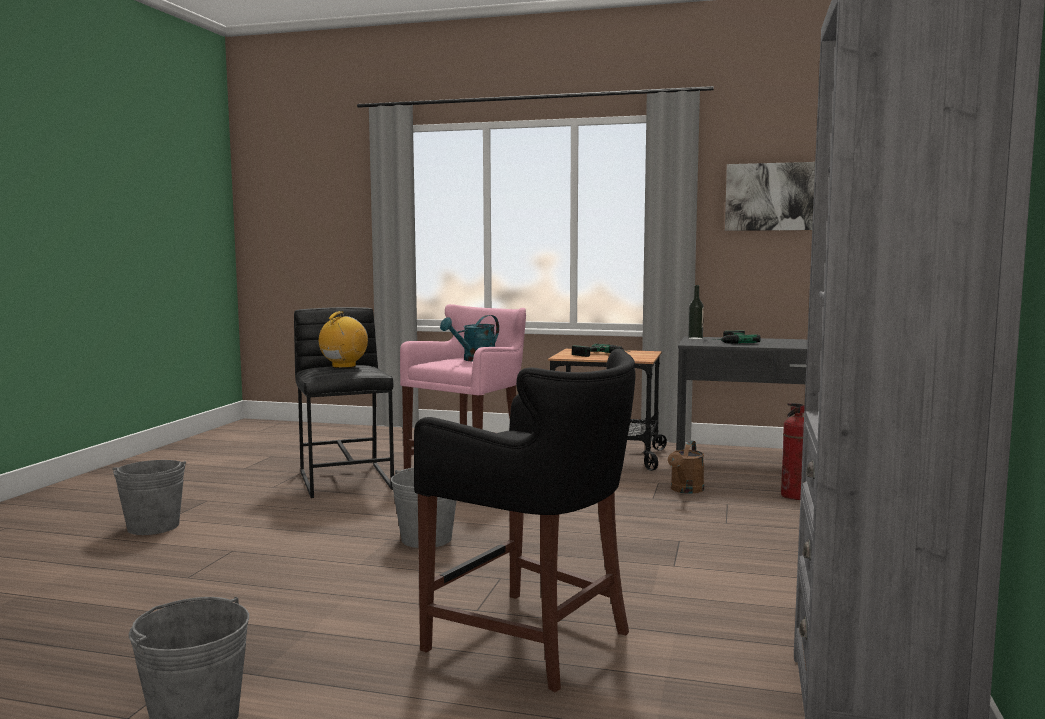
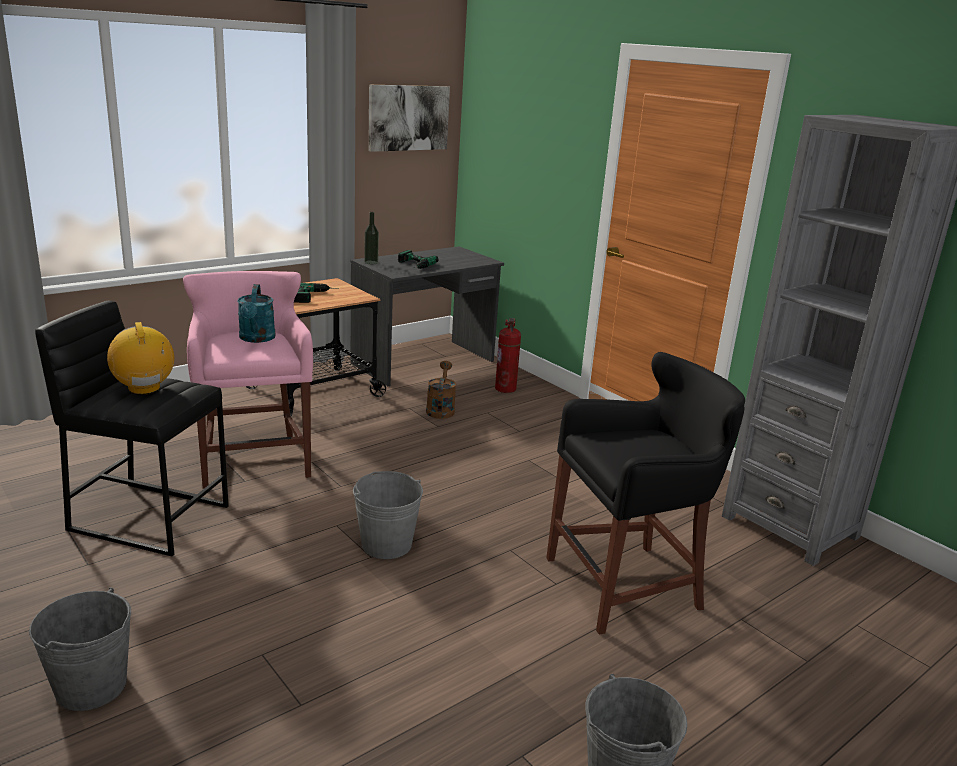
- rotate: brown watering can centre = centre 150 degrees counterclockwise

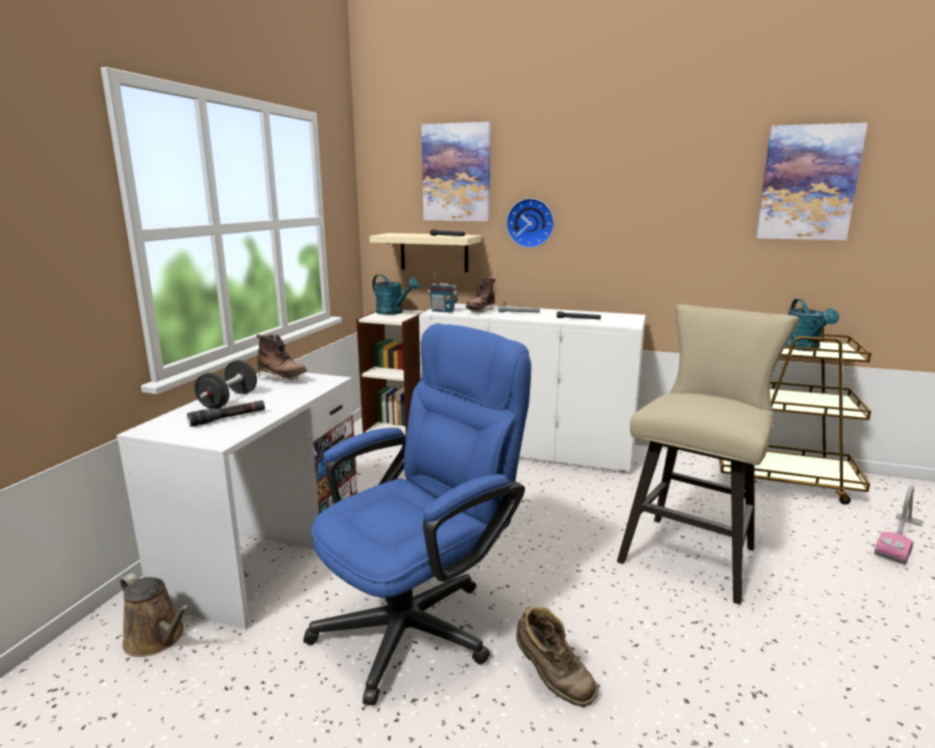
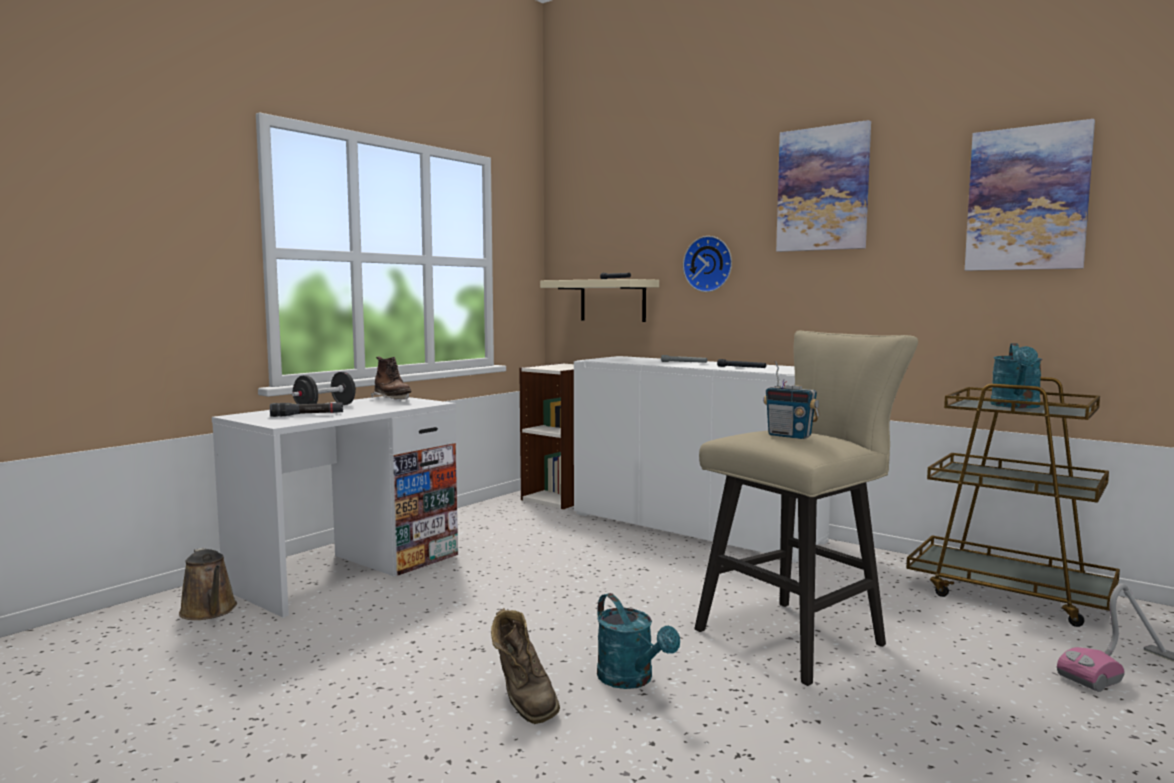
- delete: blue office chair bottom centre
- delete: brown boot (2nd from left) centre
- move: turquoise watering can (1st from left) centre to bottom centre
- move: picture (1st from left) top centre to top right
- move: radio centre to middle right

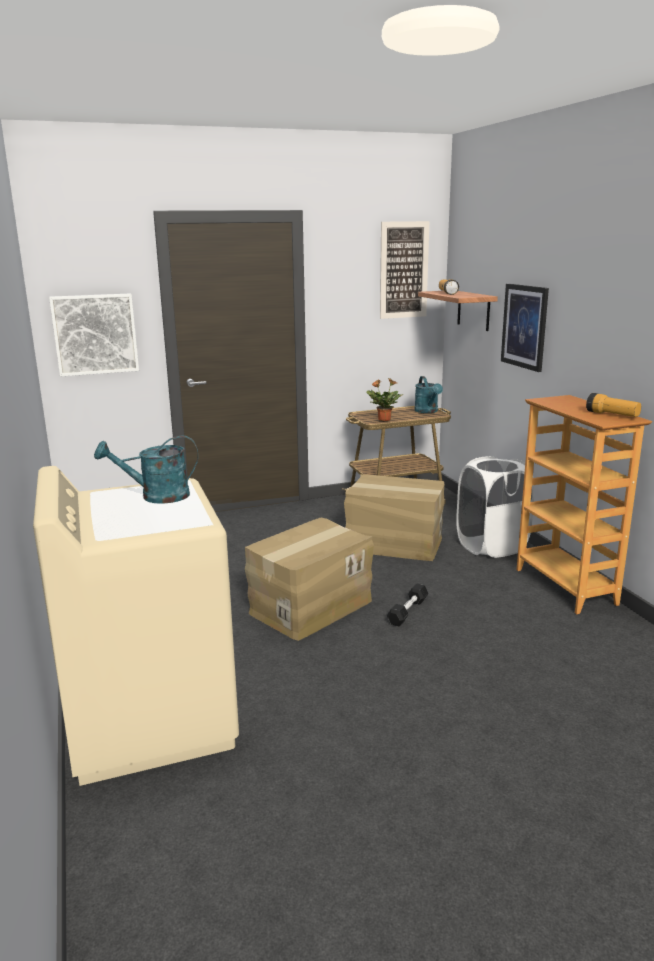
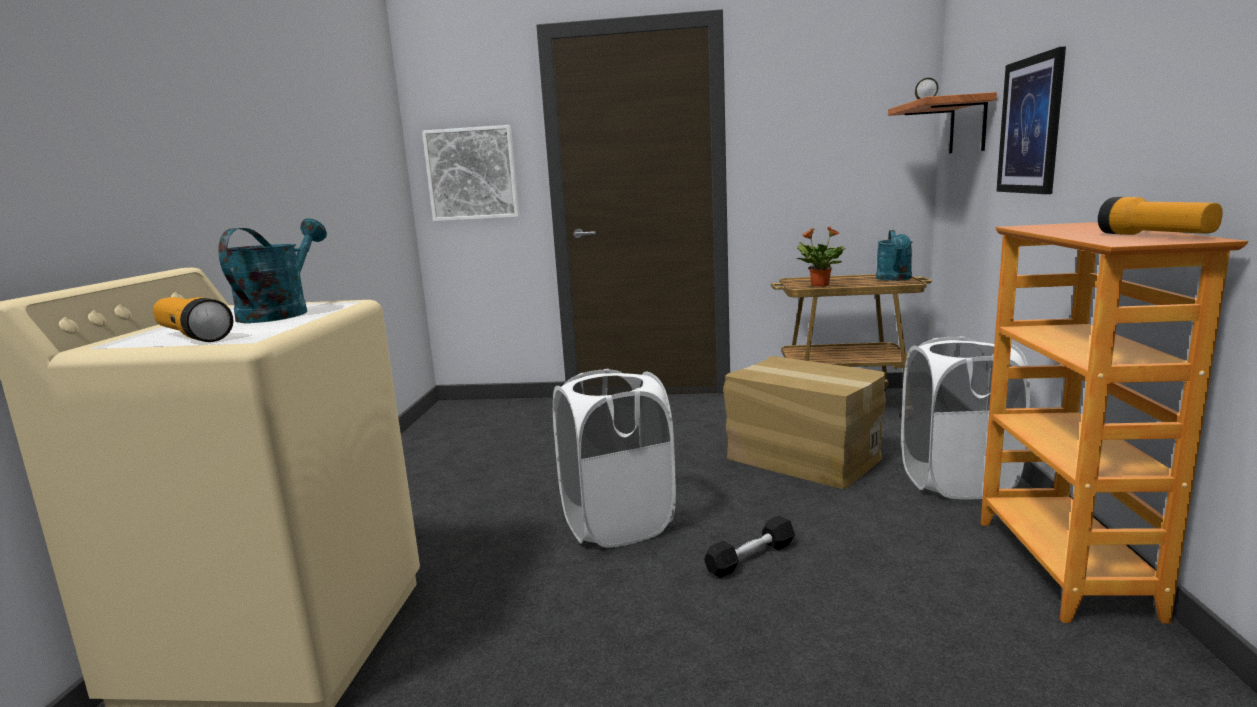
- delete: picture (2nd from left) top centre
- insert: flashlight (1st from left) middle left
- replace: cardboard box (1st from left) centre to white laundry basket (1st from left) centre
- rotate: turquoise watering can (1st from left) middle left = middle left 90 degrees clockwise

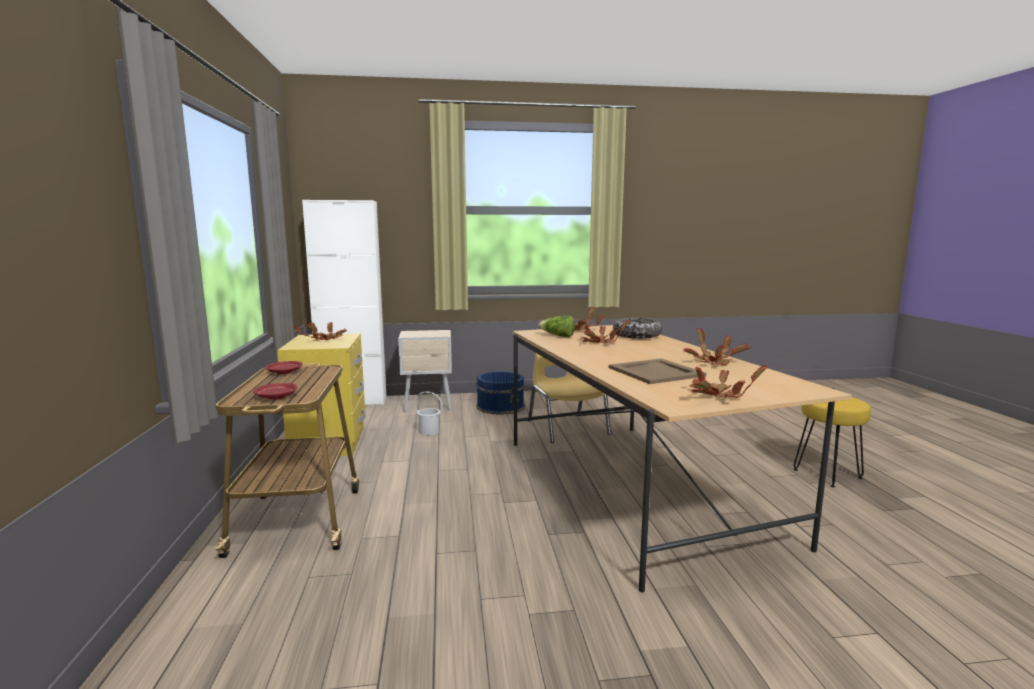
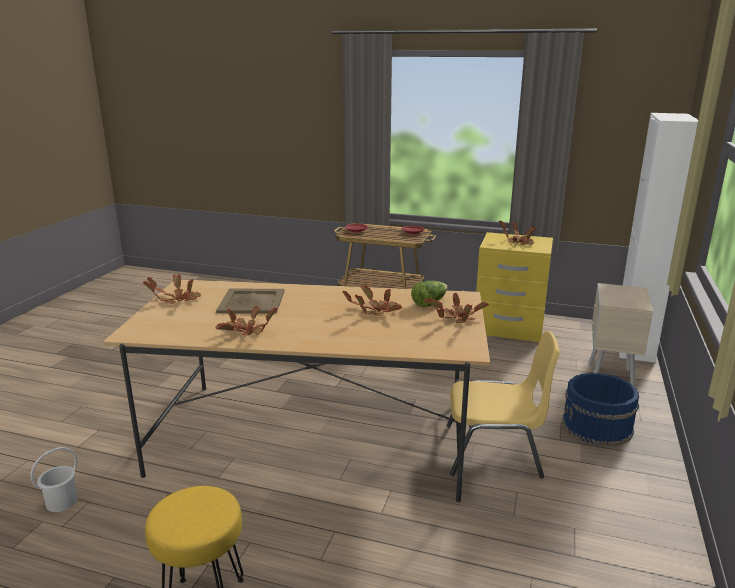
- delete: bowl centre
- move: white bucket centre to bottom left

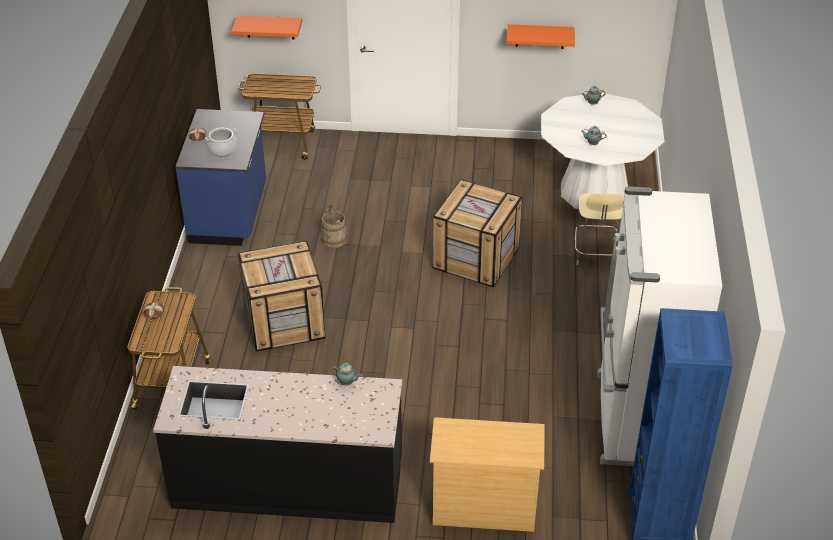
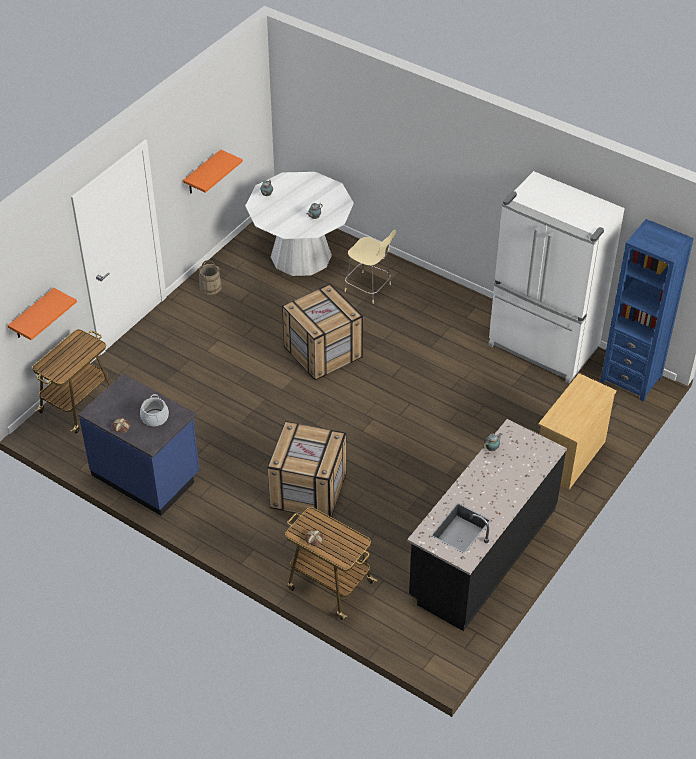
- move: beige bucket centre to middle left

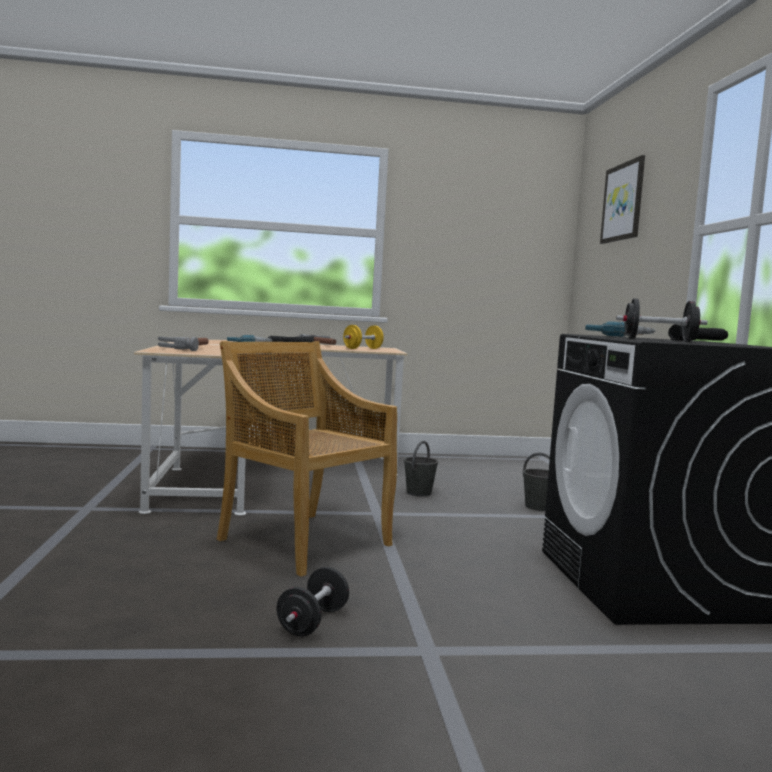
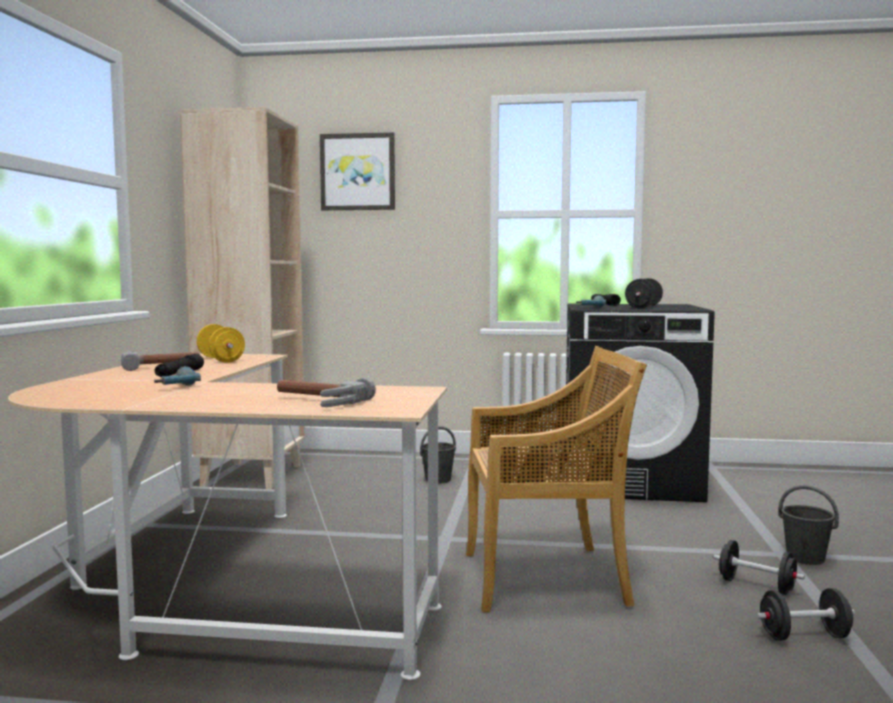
- insert: beige bookcase middle left
- insert: black dumbbell (3rd from left) bottom right
- move: grey bucket (1st from left in the first image) centre to grey bucket (2nd from left) bottom right
- rotate: beige chair centre = bottom centre 150 degrees counterclockwise

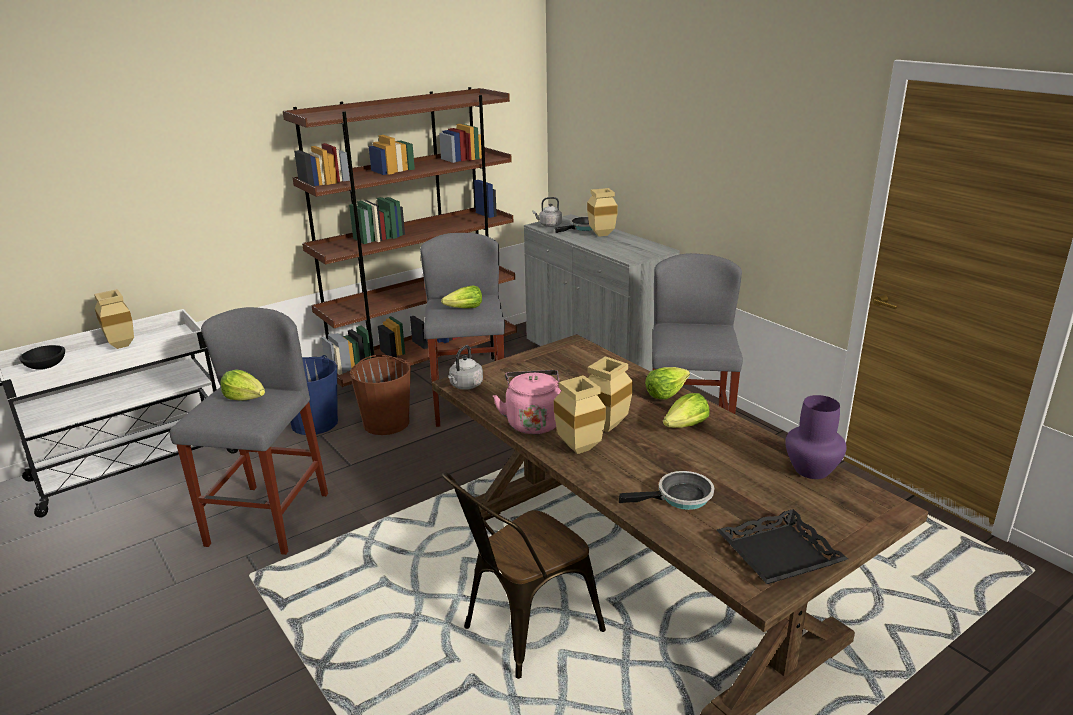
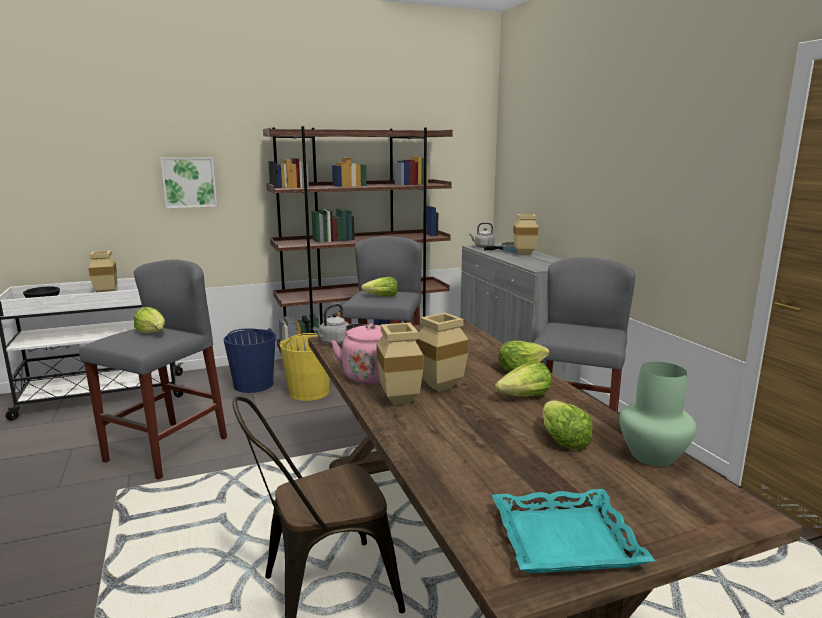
- delete: frying pan (2nd from left) bottom centre
- insert: picture top left
- insert: lettuce (5th from left) bottom right
- recolor: brown bucket centre to yellow bucket centre
- recolor: black tray bottom right to turquoise tray bottom right
- recolor: purple vase middle right to green vase bottom right

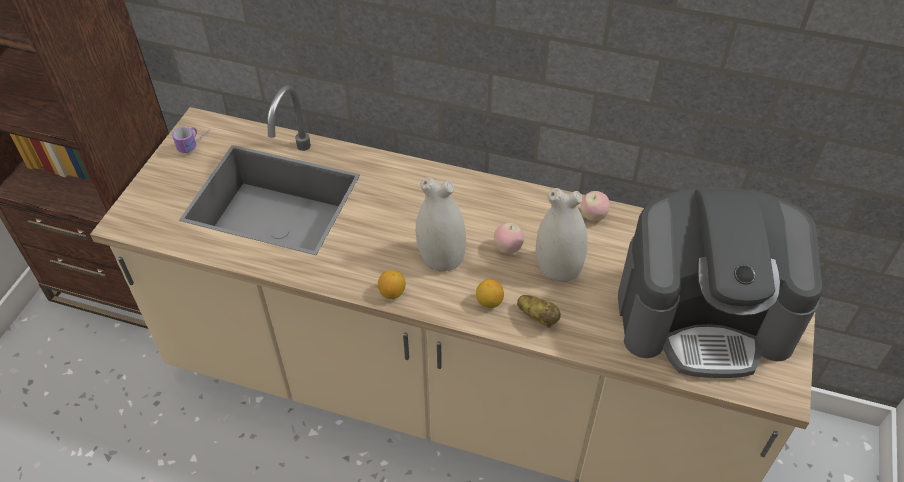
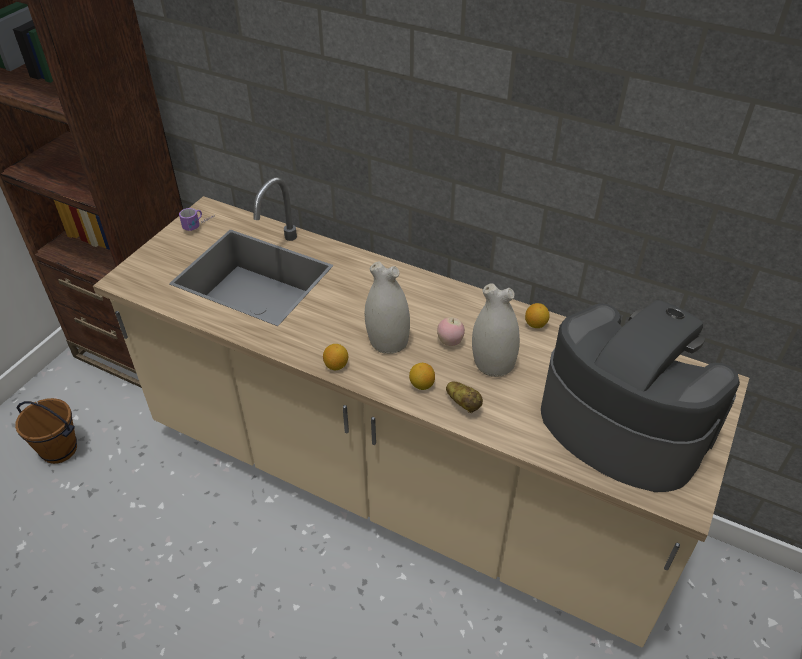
- insert: brown bucket middle left
- replace: apple (2nd from left) centre to lemon (3rd from left) middle right
- rotate: coffee machine middle right = middle right 150 degrees counterclockwise

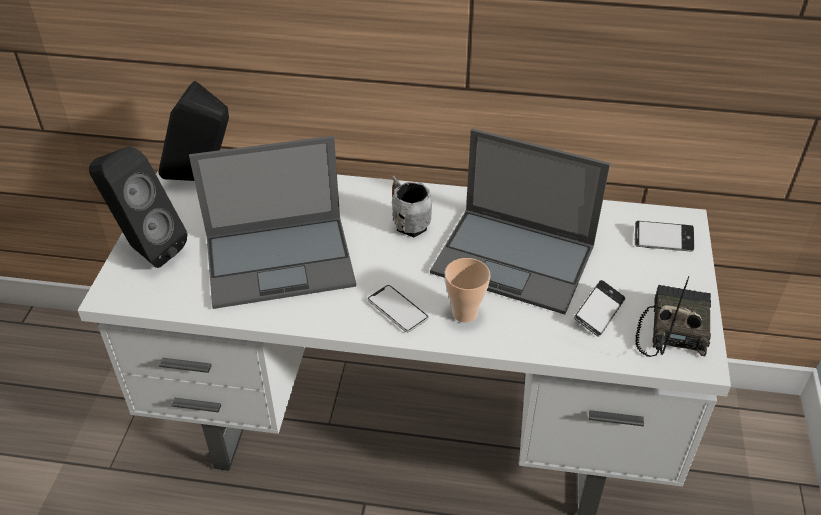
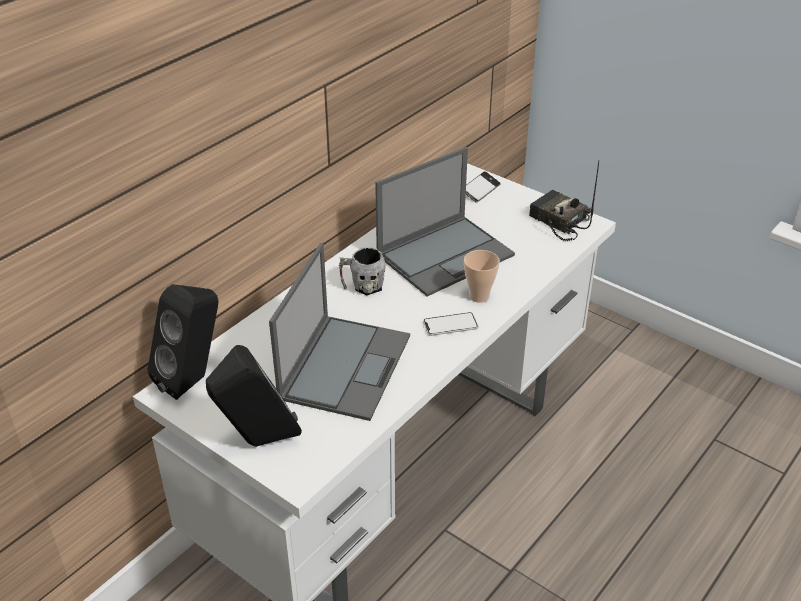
- delete: phone (2nd from left) middle right

